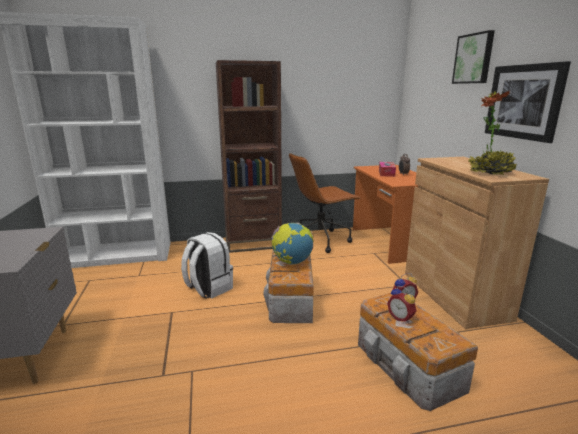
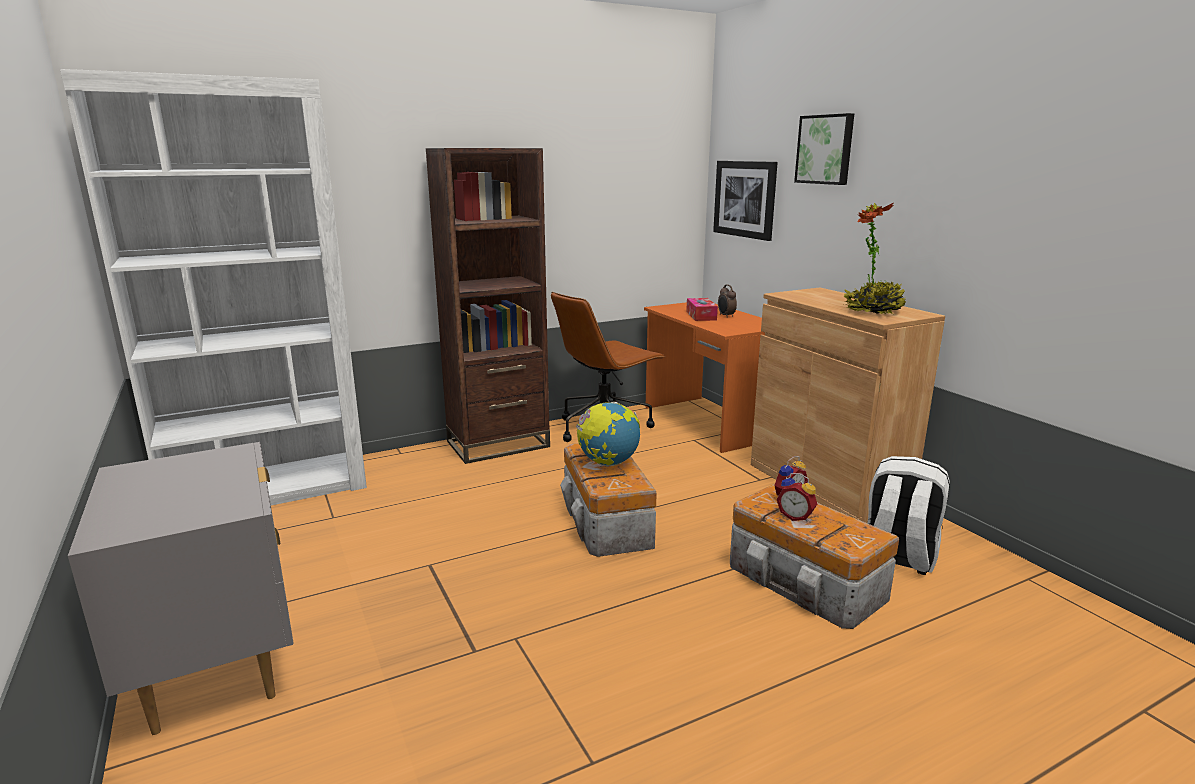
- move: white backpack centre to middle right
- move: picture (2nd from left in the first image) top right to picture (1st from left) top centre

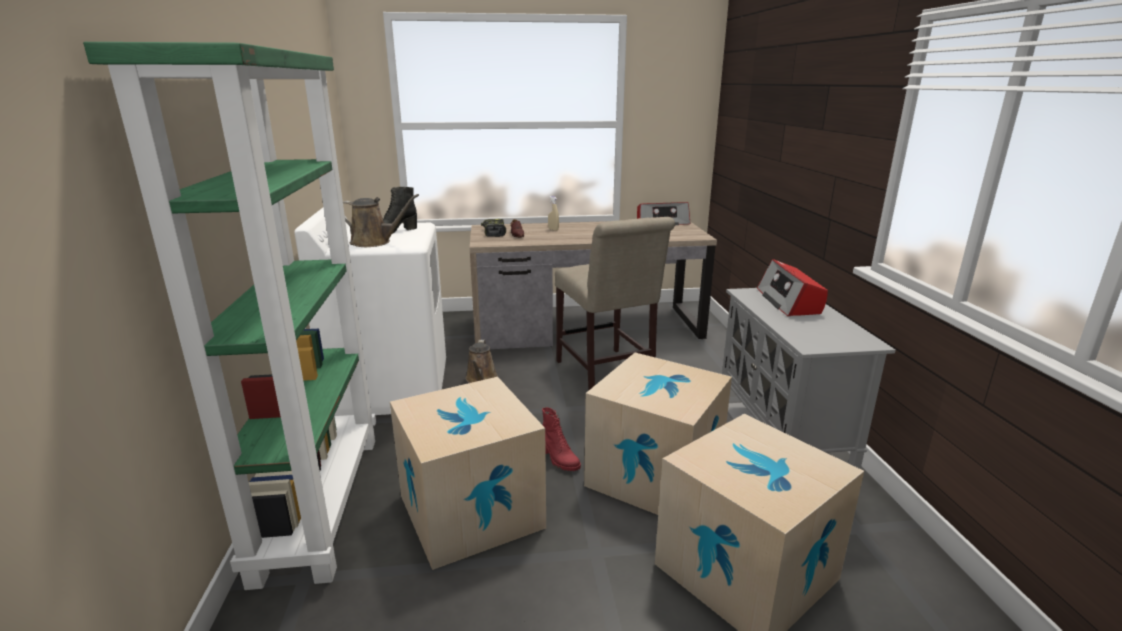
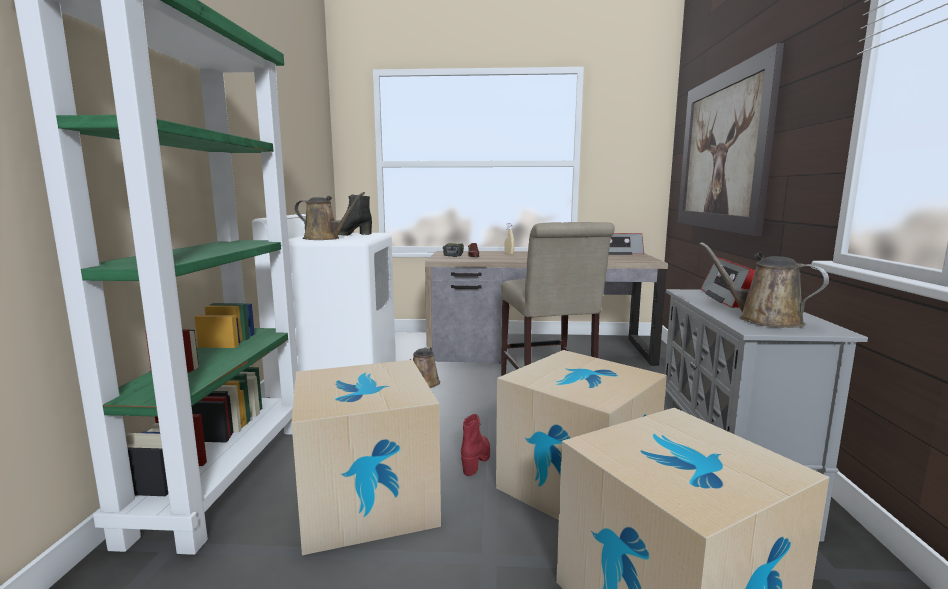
- insert: picture top right
- insert: brown watering can (3rd from left) middle right
- rotate: red boot bottom centre = bottom centre 135 degrees counterclockwise

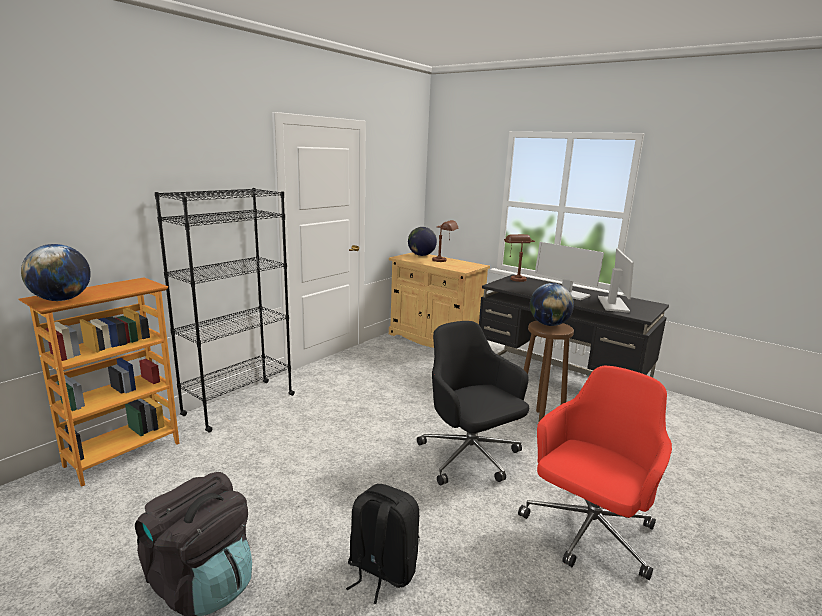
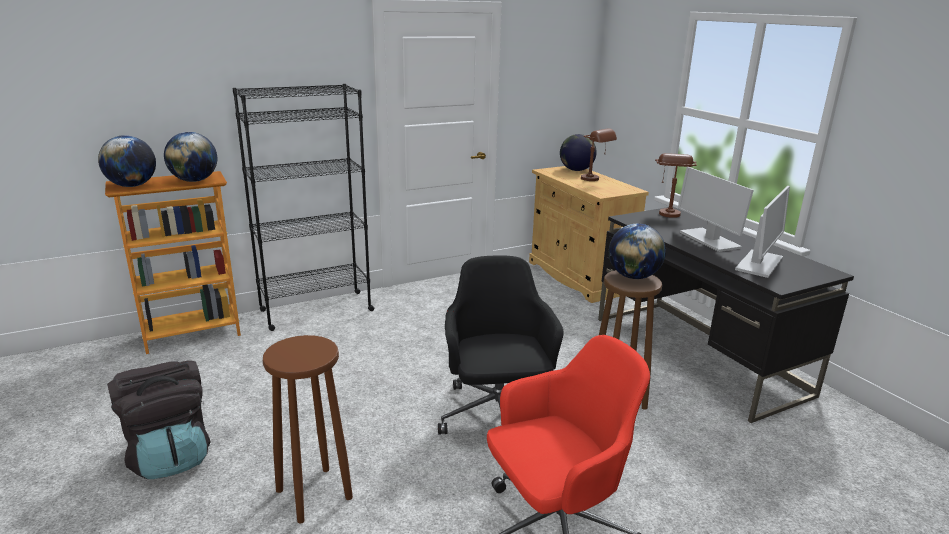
- insert: globe (2nd from left) top left
- replace: black backpack (2nd from left) bottom centre to brown stool (1st from left) bottom left

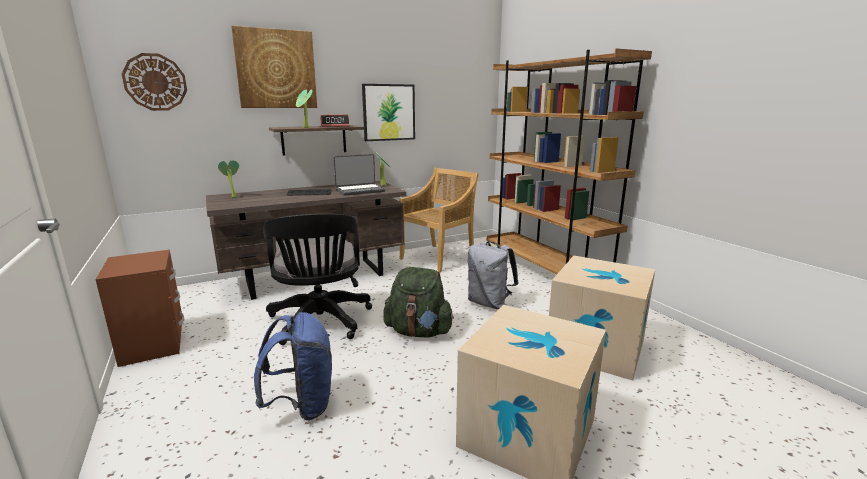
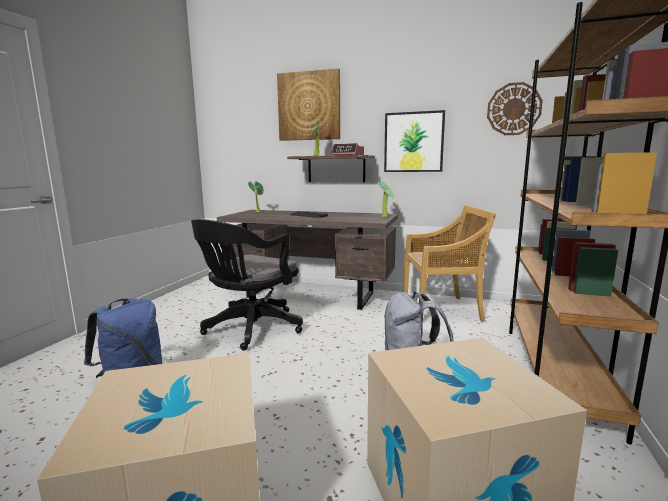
- delete: brown nightstand middle left
- delete: laptop centre
- delete: green backpack centre
- move: wall clock top left to top right

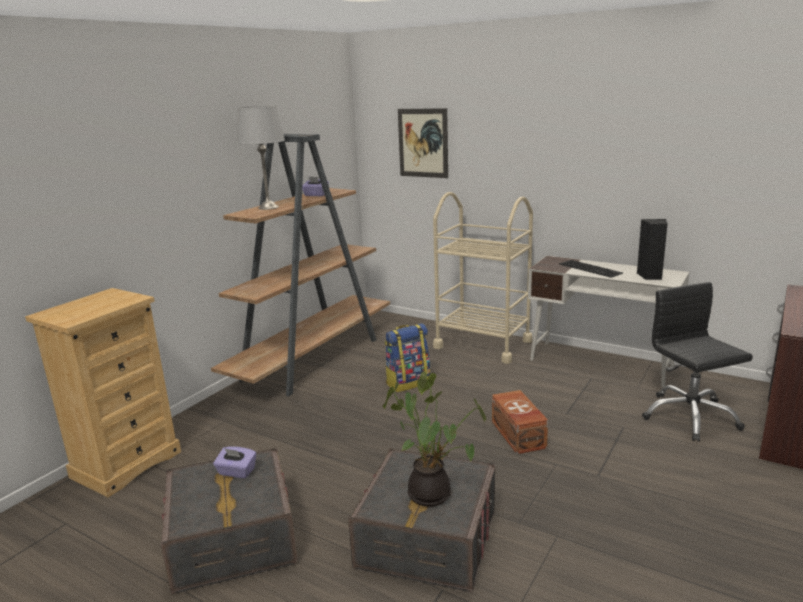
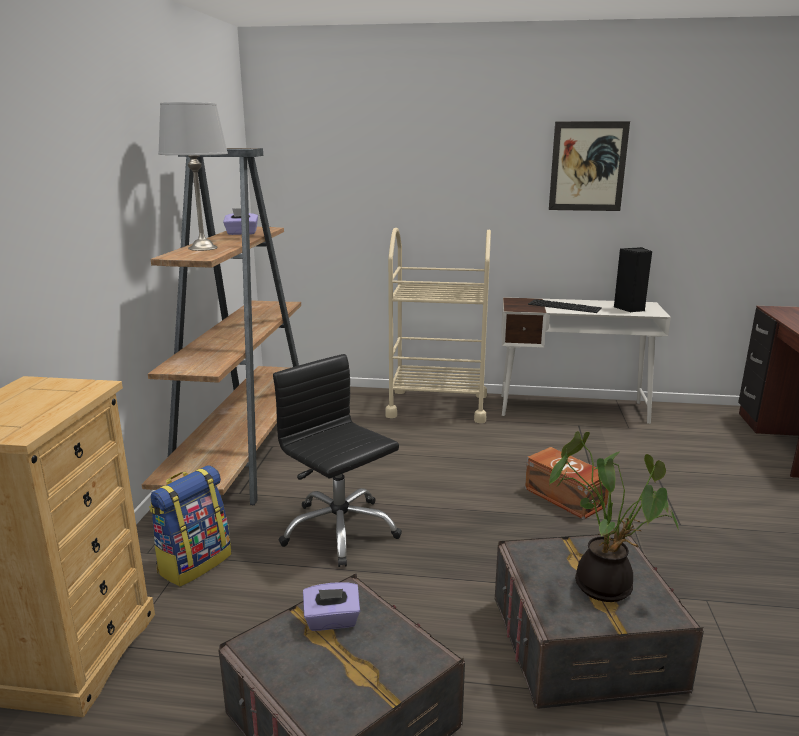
- move: backpack centre to bottom left
- move: picture top centre to top right
- move: black office chair middle right to centre

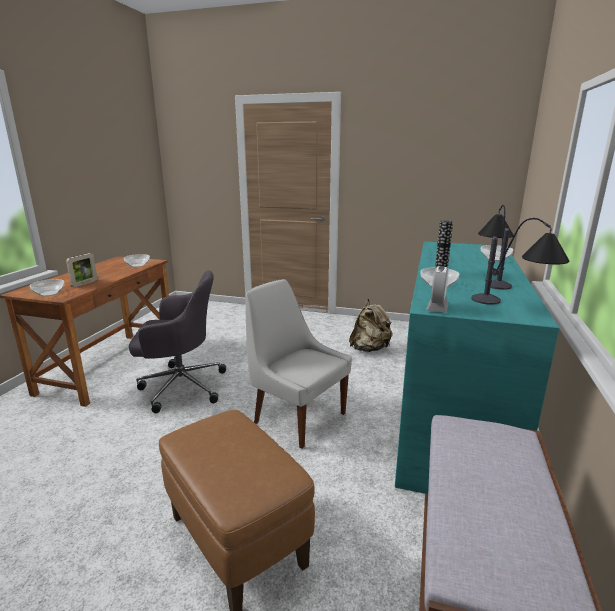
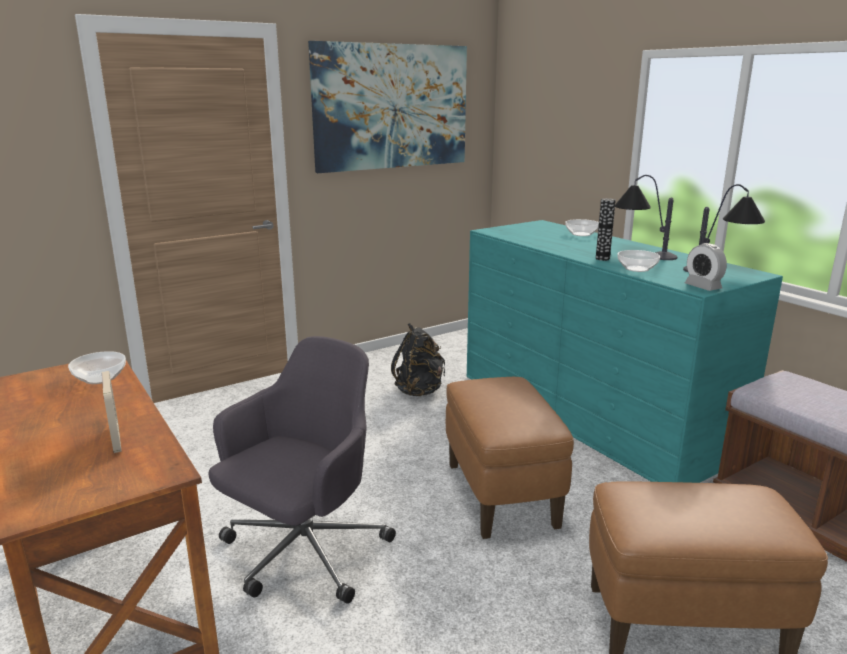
- delete: bowl (1st from left) middle left
- insert: picture top centre
- replace: white chair centre to brown ottoman (1st from left) bottom centre
- recolor: beige backpack centre to black backpack centre

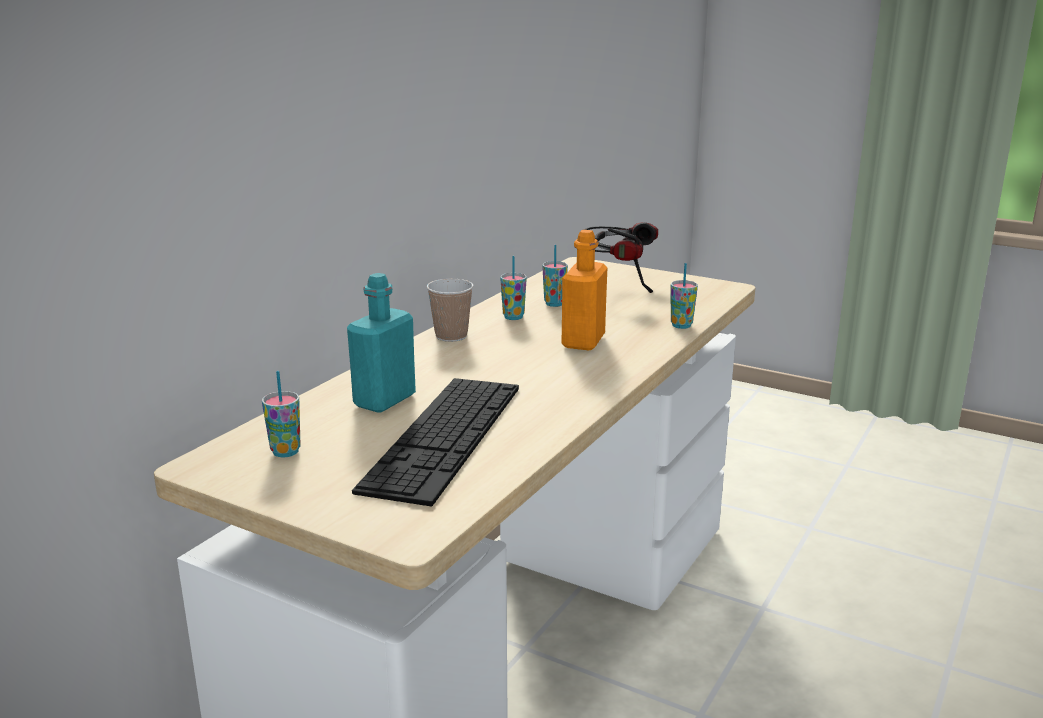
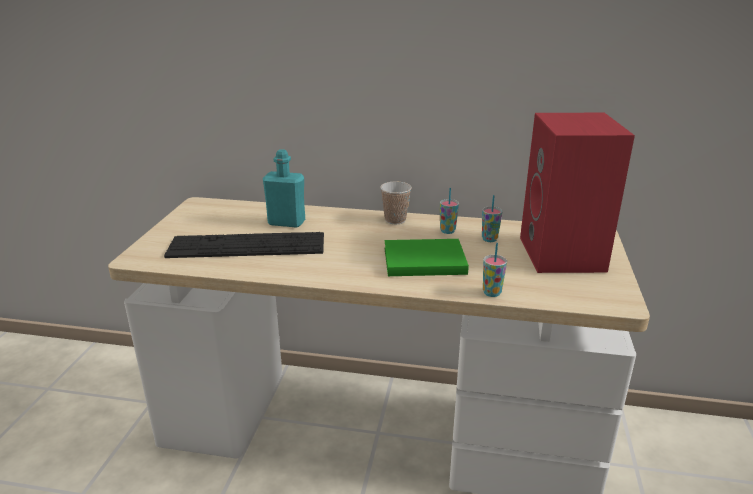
- delete: cup (1st from left) middle left
- replace: orange bottle centre to green book centre
- replace: headphones centre to red speaker middle right

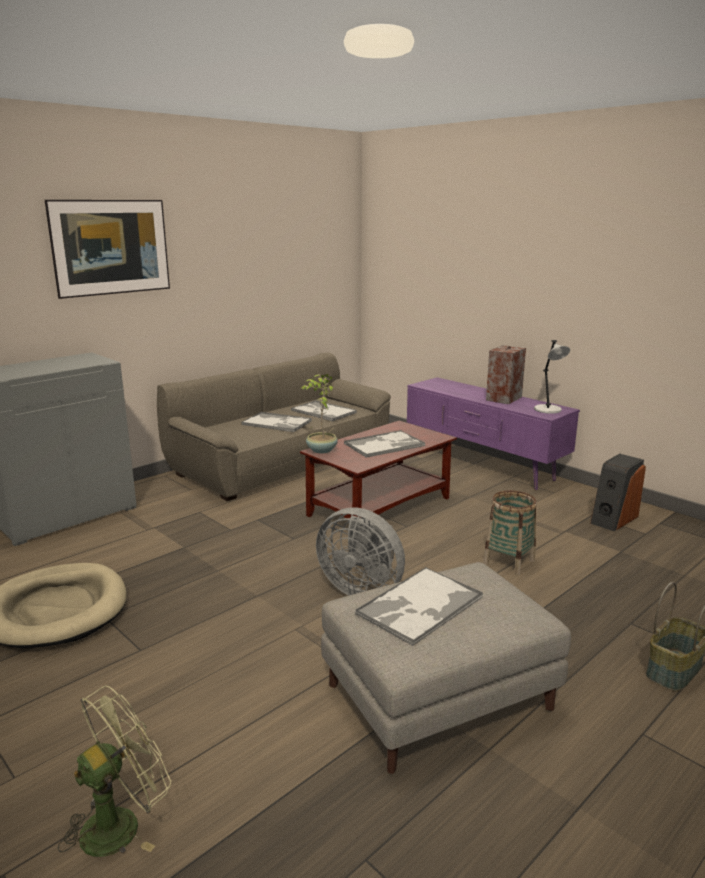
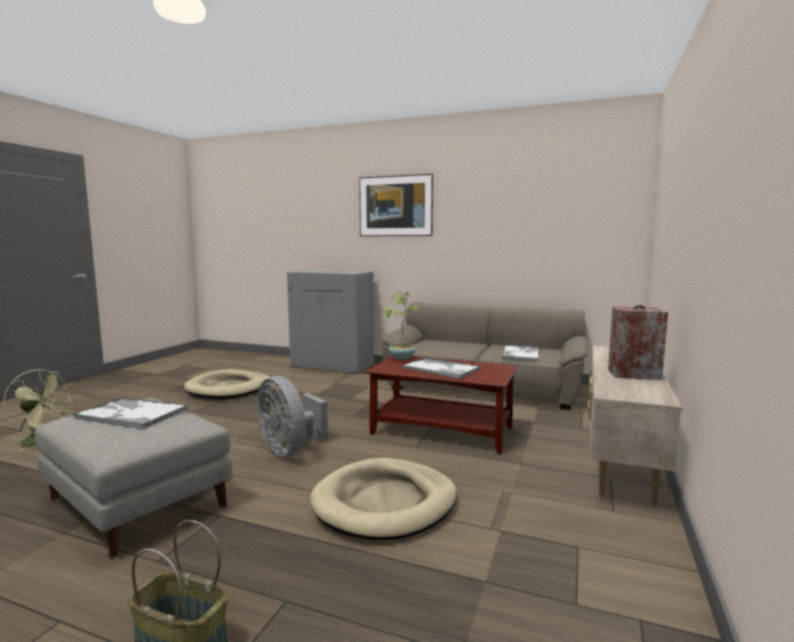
- delete: tray (1st from left) centre
- delete: grey table lamp middle right
- delete: speaker (2nd from left) middle right
- replace: basket (1st from left) middle right to beige dog bed (2nd from left) bottom centre
- recolor: purple tv stand middle right to beige tv stand middle right
- rotate: grey fan centre = centre 45 degrees counterclockwise

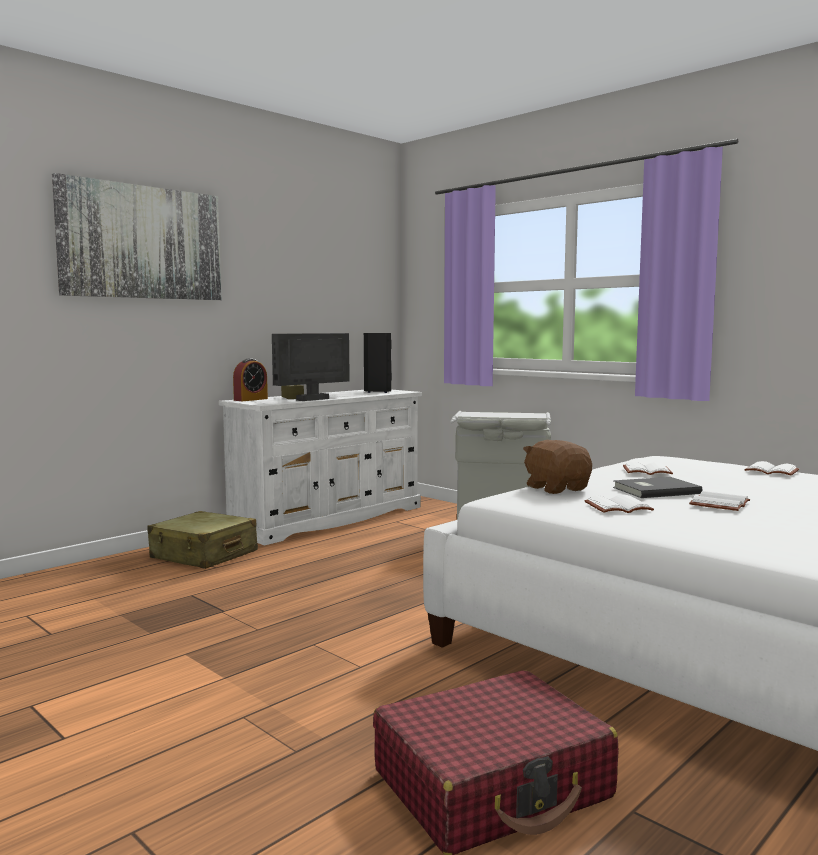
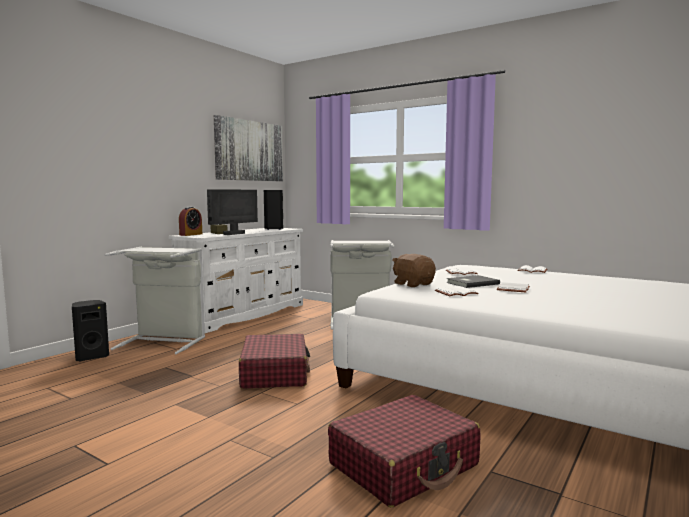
- insert: black speaker (1st from left) middle left
- insert: red suitcase (1st from left) bottom centre
- move: picture top left to top centre
- replace: beige suitcase middle left to grey laundry basket (1st from left) middle left

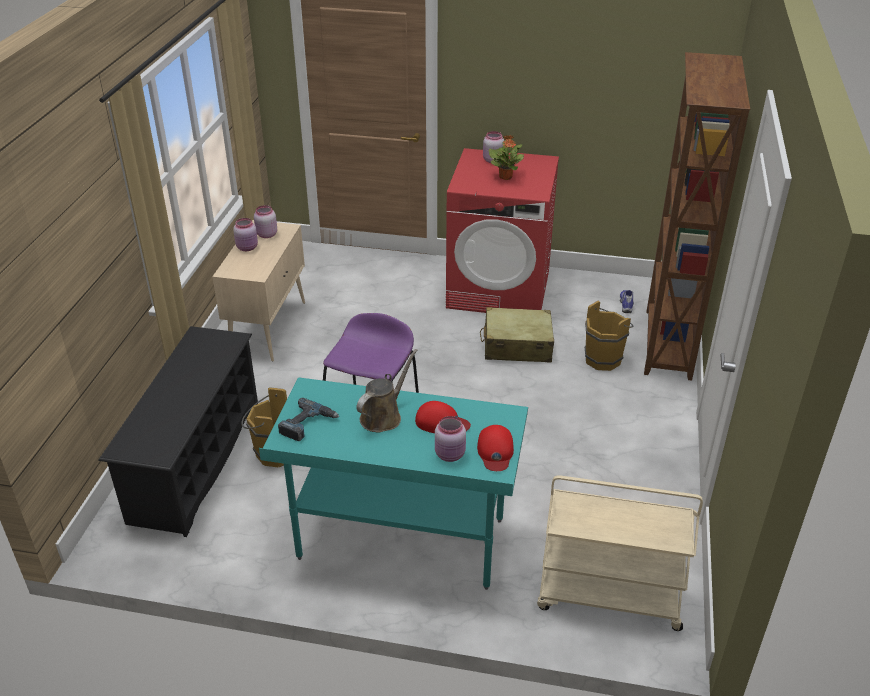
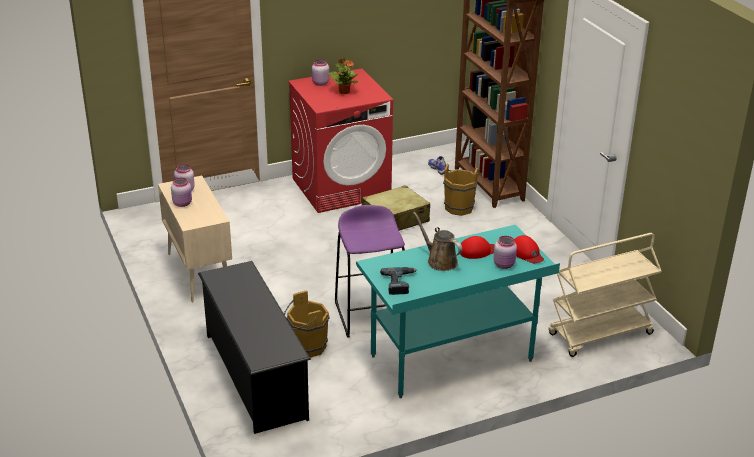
- rotate: brown watering can centre = centre 45 degrees counterclockwise

